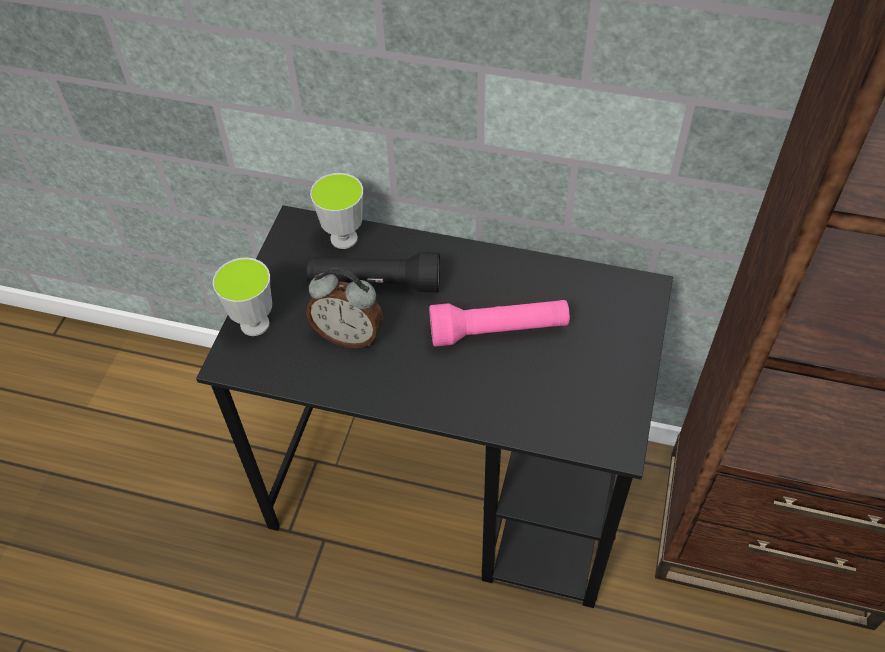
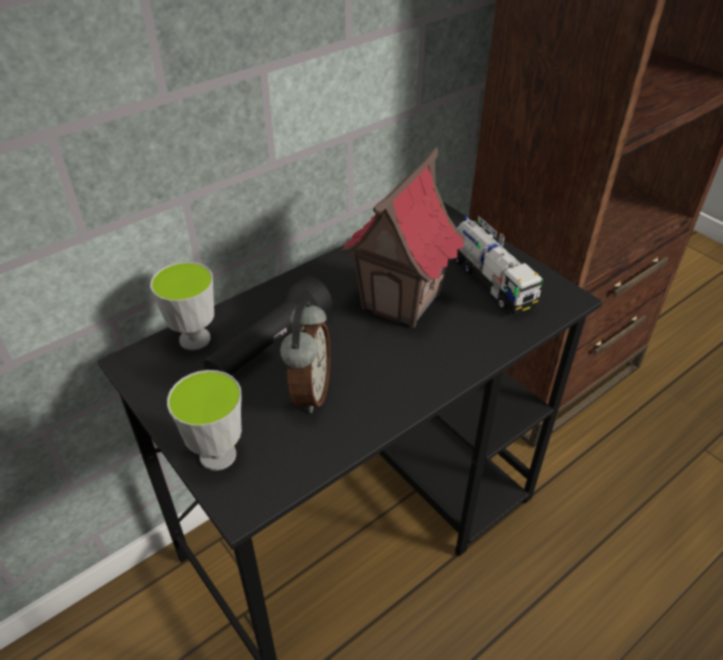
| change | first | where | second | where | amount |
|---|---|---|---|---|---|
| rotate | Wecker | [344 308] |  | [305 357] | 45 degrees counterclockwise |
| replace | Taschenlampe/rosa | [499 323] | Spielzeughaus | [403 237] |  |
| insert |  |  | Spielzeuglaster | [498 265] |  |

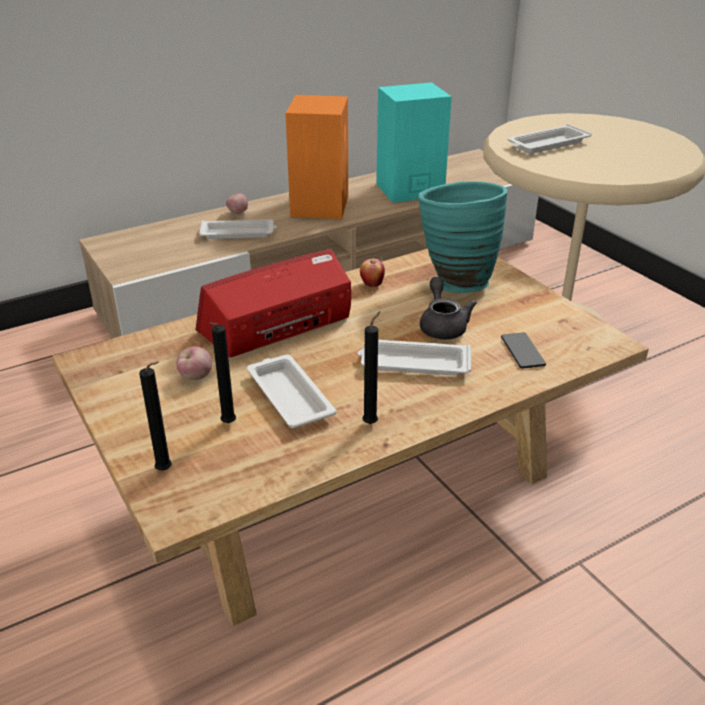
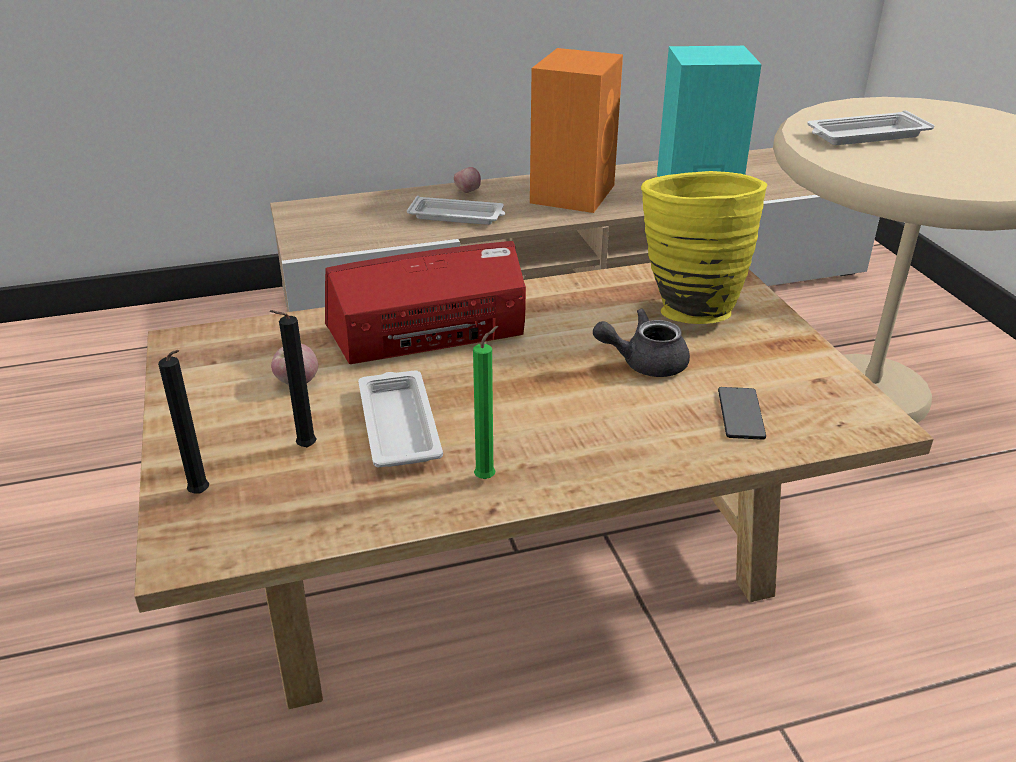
| change | first | where | second | where | amount |
|---|---|---|---|---|---|
| recolor | Kerze/schwarz | [371 367] | Kerze/grün | [485 402] |  |
| rotate | Teekanne/grau | [448 308] |  | [641 343] | 105 degrees counterclockwise |
| recolor | Vase/türkis | [463 237] | Vase/gelb | [704 247] |  |
| delete | Tablett/weiß | [414 358] |  |  |  |
| delete | Apfel | [372 273] |  |  |  |

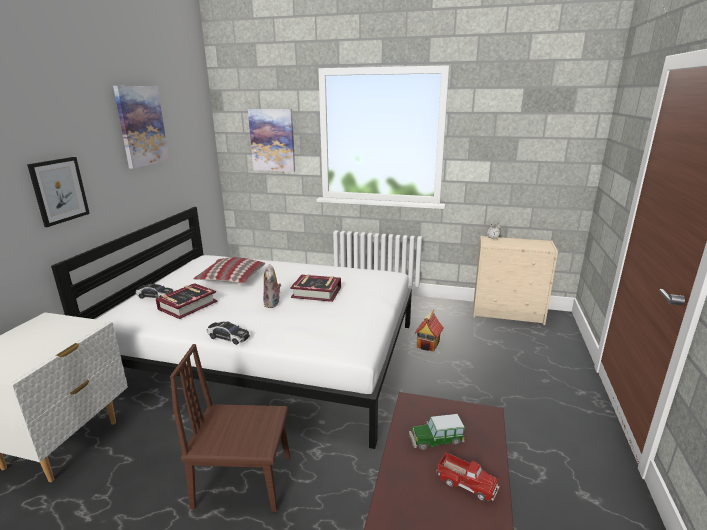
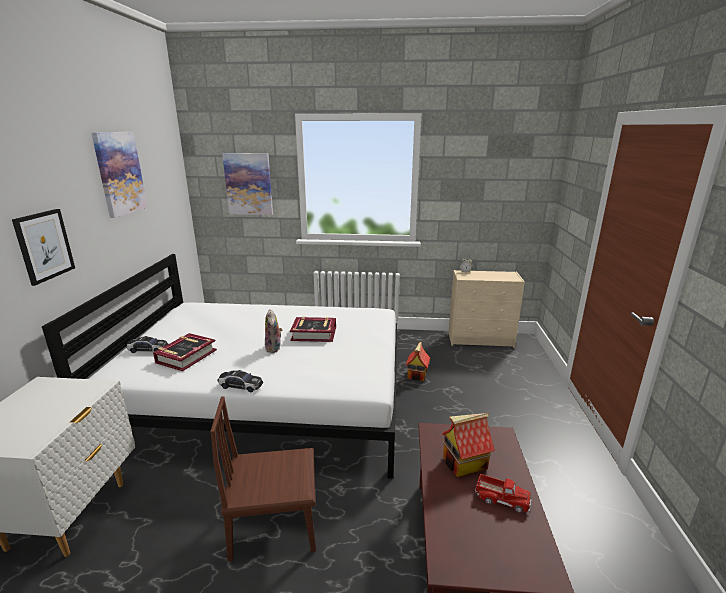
| change | first | where | second | where | amount |
|---|---|---|---|---|---|
| replace | Spielzeugauto | [437 432] | Spielzeughaus | [468 445] |  |
| delete | Kissen | [229 270] |  |  |  |

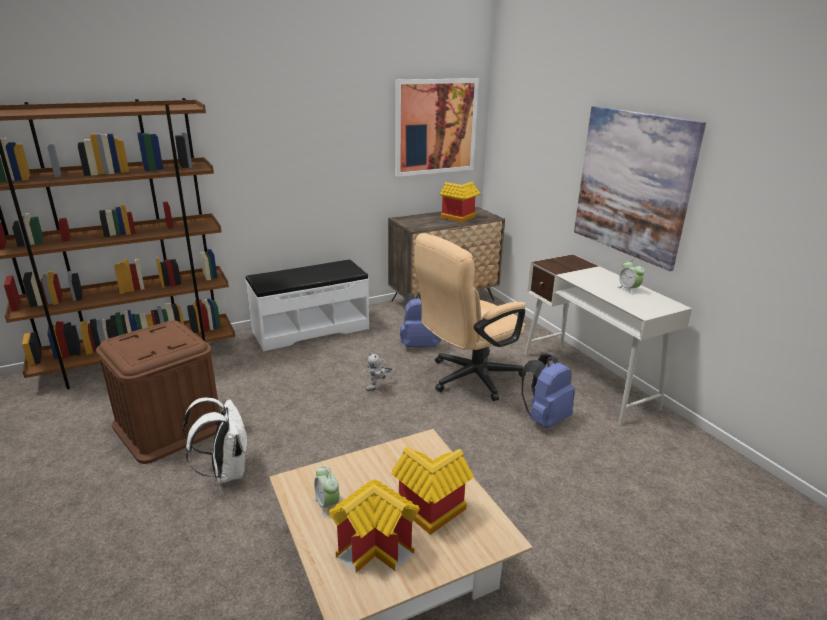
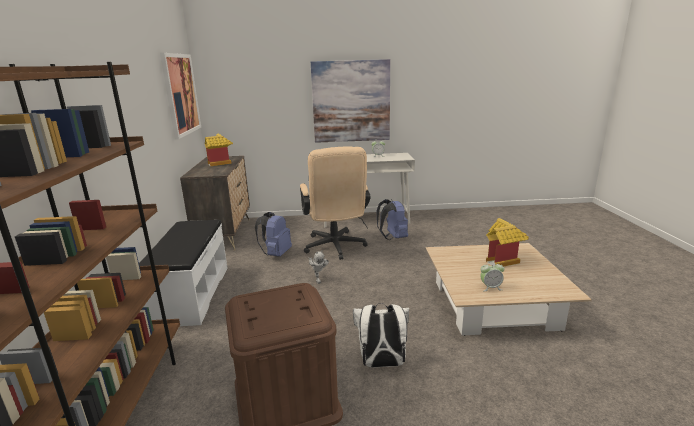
| change | first | where | second | where | amount |
|---|---|---|---|---|---|
| delete | Spielzeughaus | [374 526] |  |  |  |

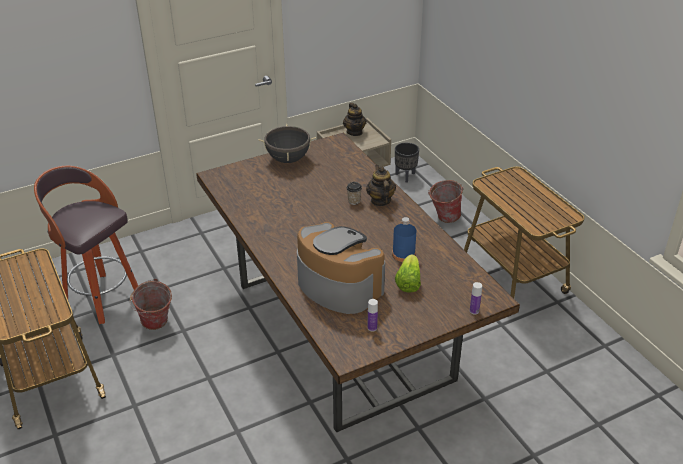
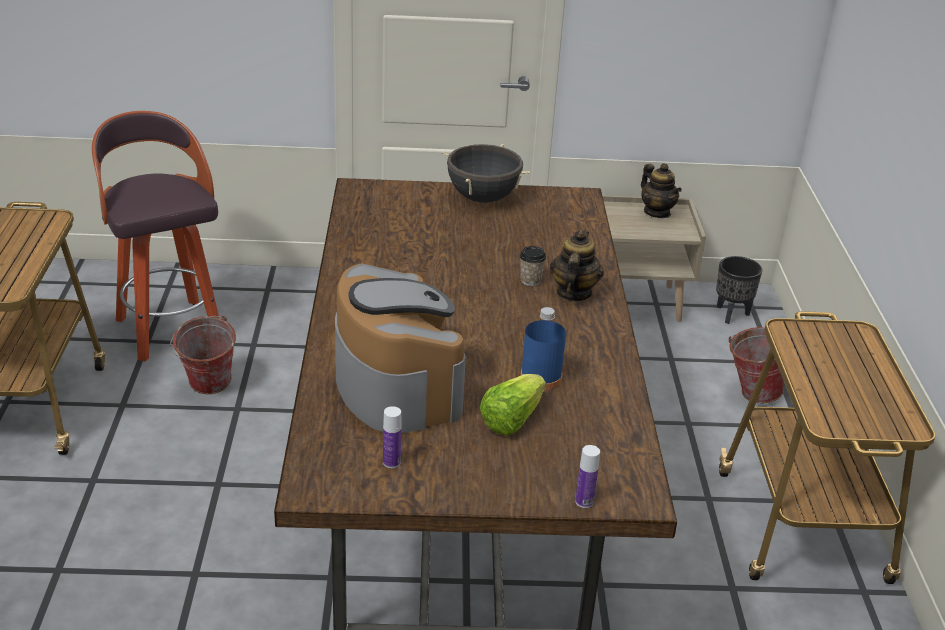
| change | first | where | second | where | amount |
|---|---|---|---|---|---|
| rotate | Teekanne | [355 119] |  | [661 190] | 45 degrees counterclockwise |

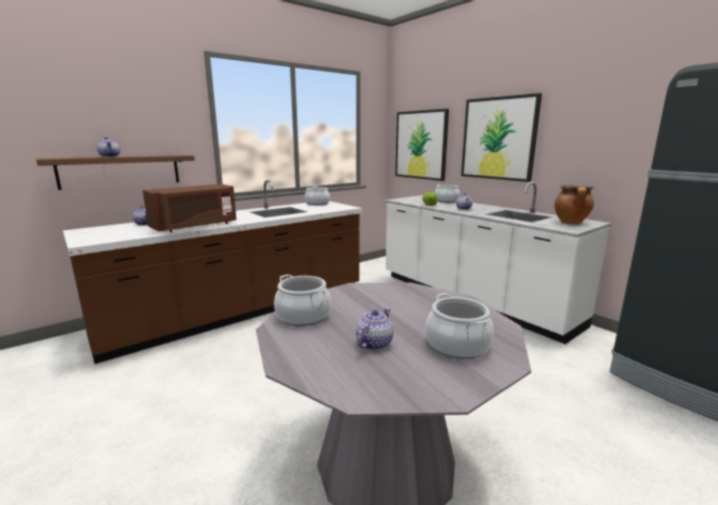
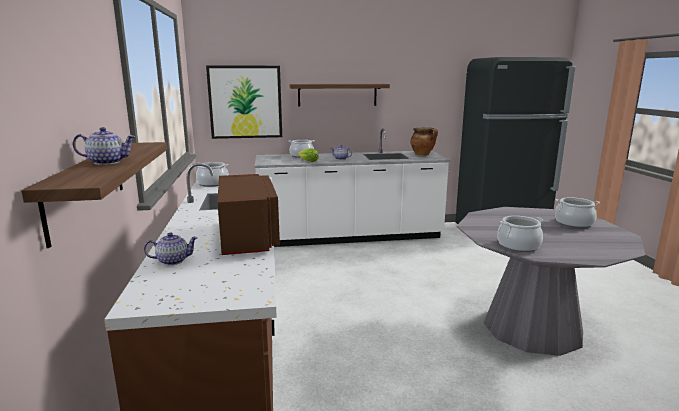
| change | first | where | second | where | amount |
|---|---|---|---|---|---|
| replace | Bild | [501 137] | Wandregal | [340 95] |  |
| delete | Teekanne | [374 329] |  |  |  |

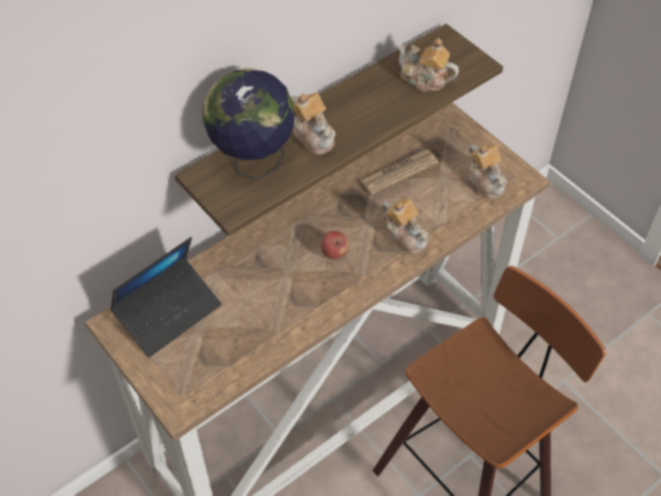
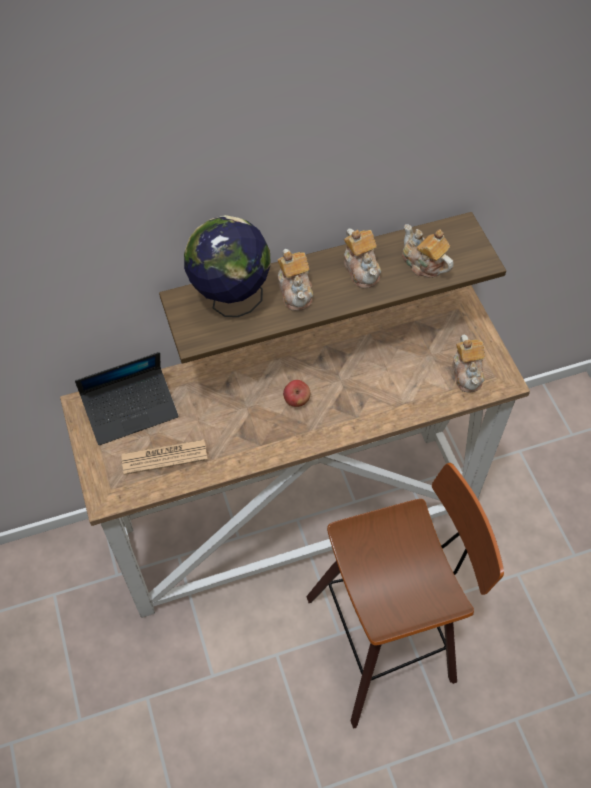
| change | first | where | second | where | amount |
|---|---|---|---|---|---|
| move | Zeitung | [399 172] |  | [164 457] |  |
| move | Teekanne | [406 226] |  | [362 258] |  |

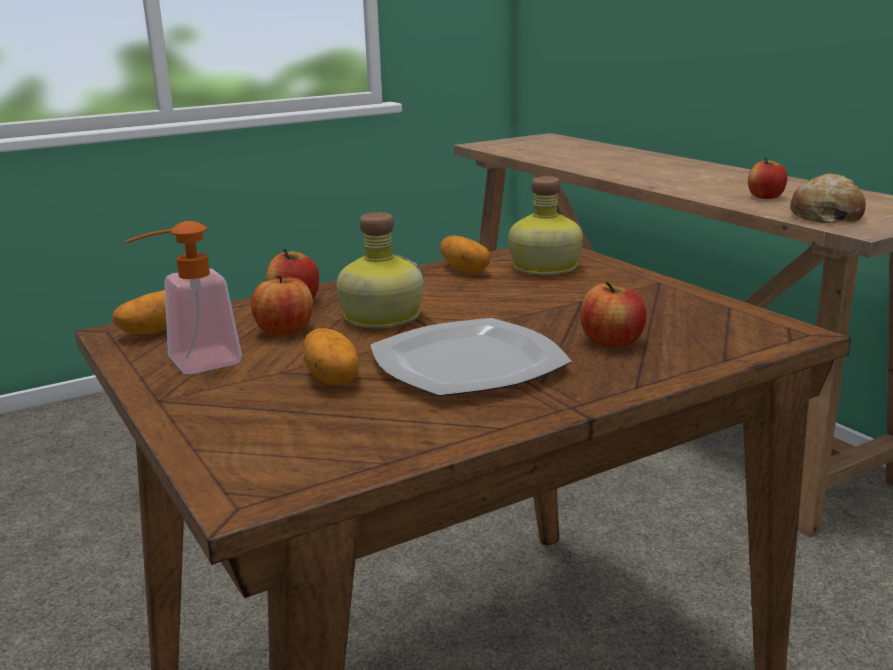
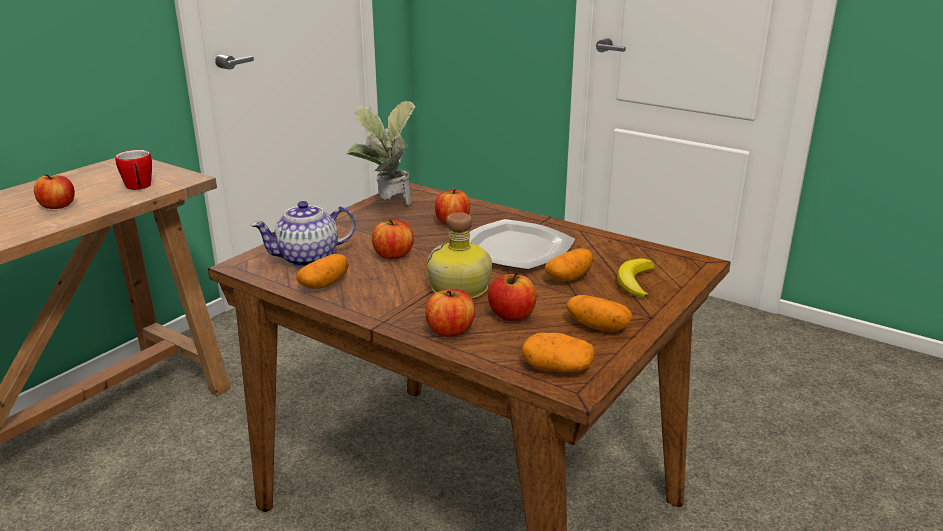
| change | first | where | second | where | amount |
|---|---|---|---|---|---|
| replace | Brot | [828 198] | Henkelbecher | [133 170] |  |
| replace | Flasche | [545 225] | Teekanne | [303 234] |  |
| insert |  |  | Topfpflanze | [380 153] |  |
| insert |  |  | Apfel | [393 239] |  |
| replace | Seifenspender | [183 297] | Kartoffel | [599 313] |  |
| insert |  |  | Banane | [636 278] |  |

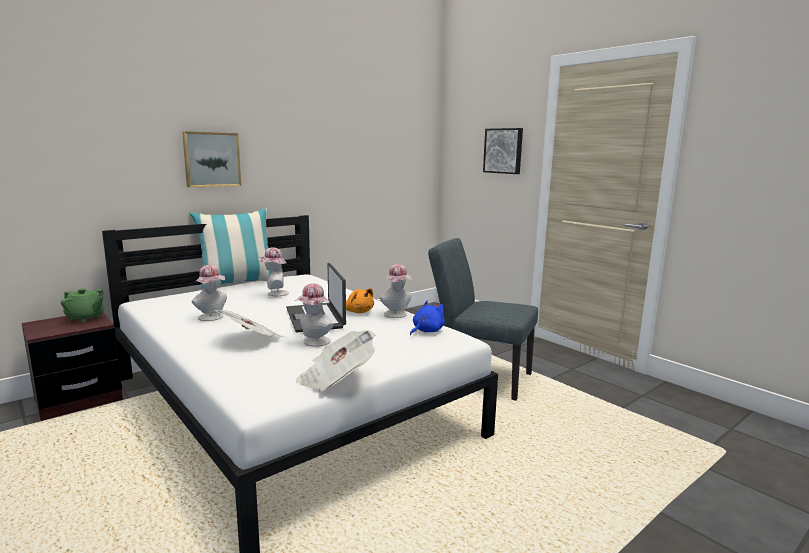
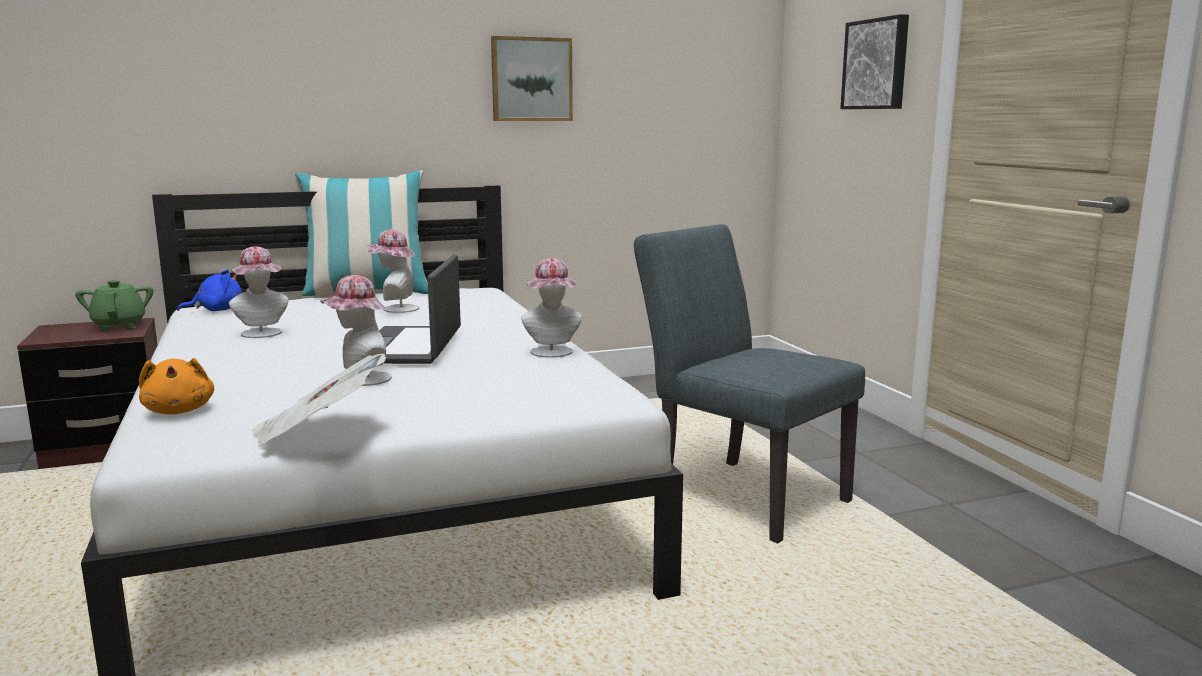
| change | first | where | second | where | amount |
|---|---|---|---|---|---|
| rotate | Teekanne/grün | [82 305] |  | [114 305] | 150 degrees counterclockwise |
| move | Plüschtier/orange | [360 300] |  | [176 386] |  |
| move | Plüschtier/blau | [427 317] |  | [209 290] |  |
| move | Bild | [211 159] |  | [532 78] |  |
| delete | Zeitung | [249 323] |  |  |  |

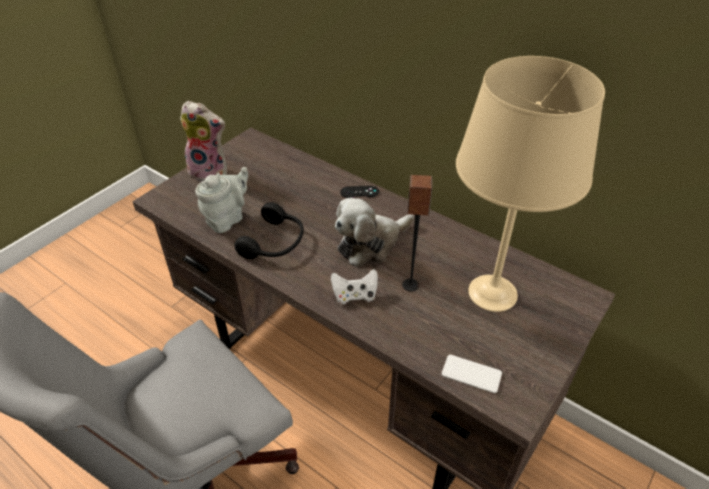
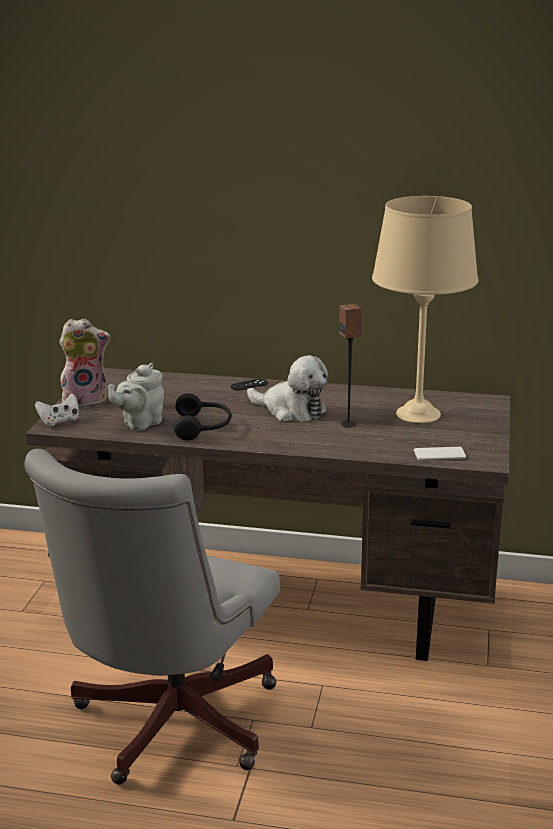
| change | first | where | second | where | amount |
|---|---|---|---|---|---|
| move | Gamepad/weiß | [354 286] |  | [57 409] |  |
| rotate | Teekanne/grau | [221 200] |  | [136 397] | 150 degrees counterclockwise |
| rotate | Plüschtier | [374 232] |  | [287 388] | 90 degrees counterclockwise |

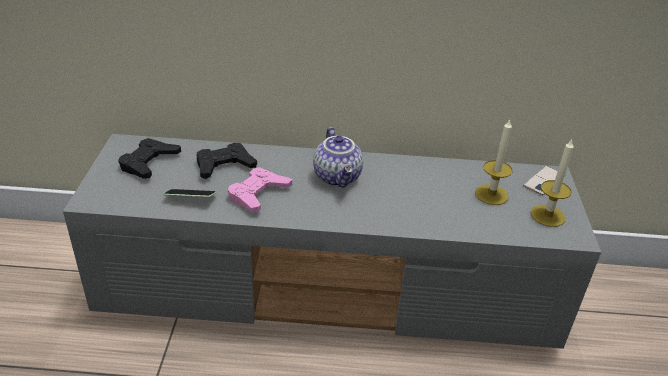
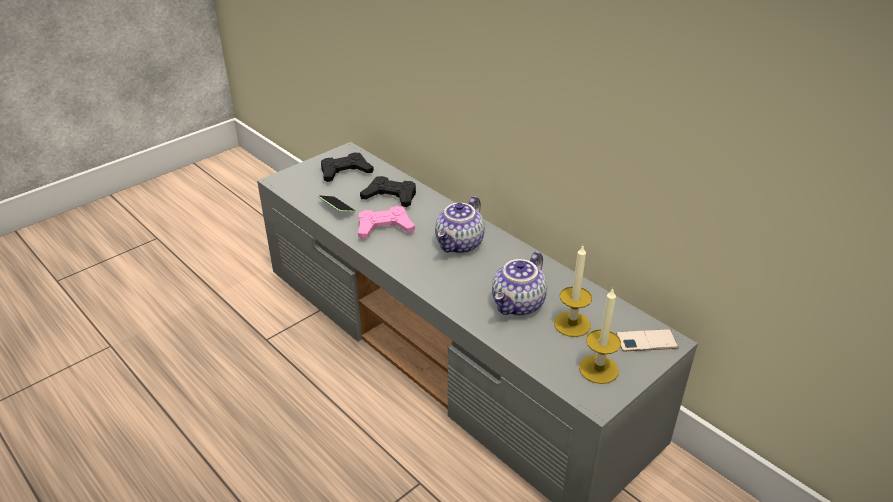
| change | first | where | second | where | amount |
|---|---|---|---|---|---|
| insert |  |  | Teekanne | [519 283] |  |

